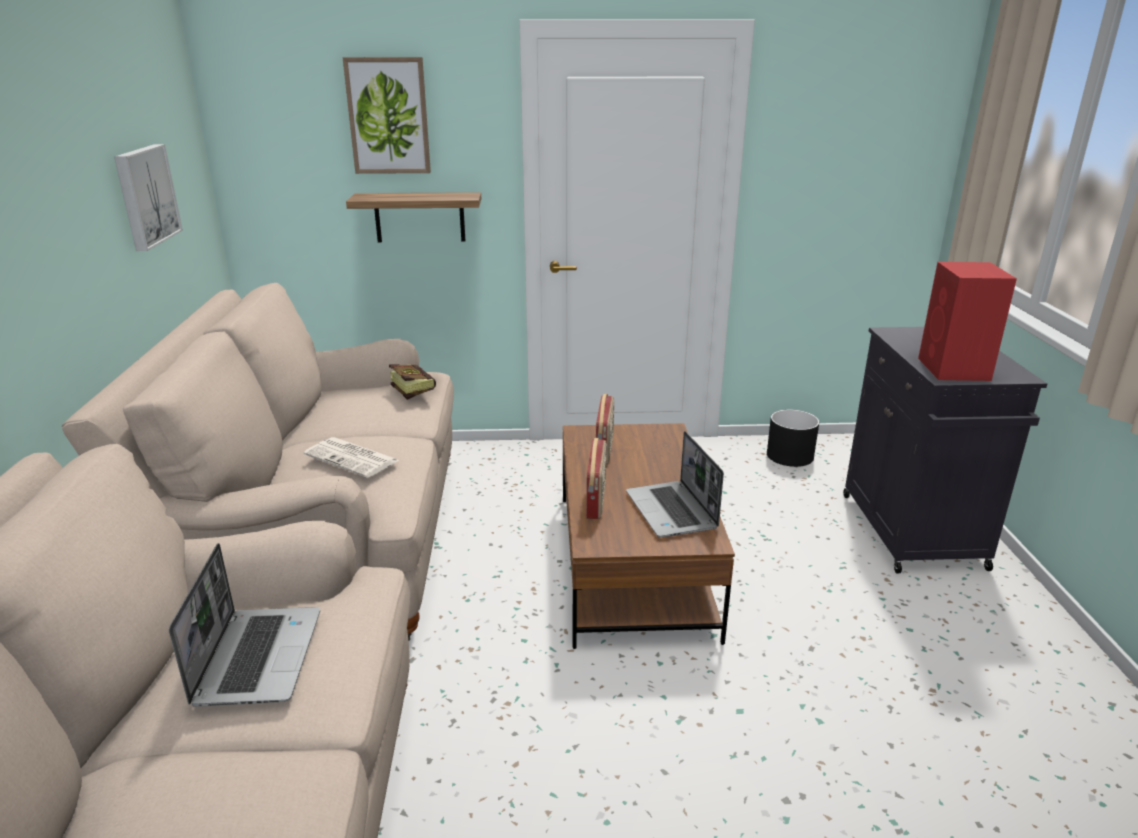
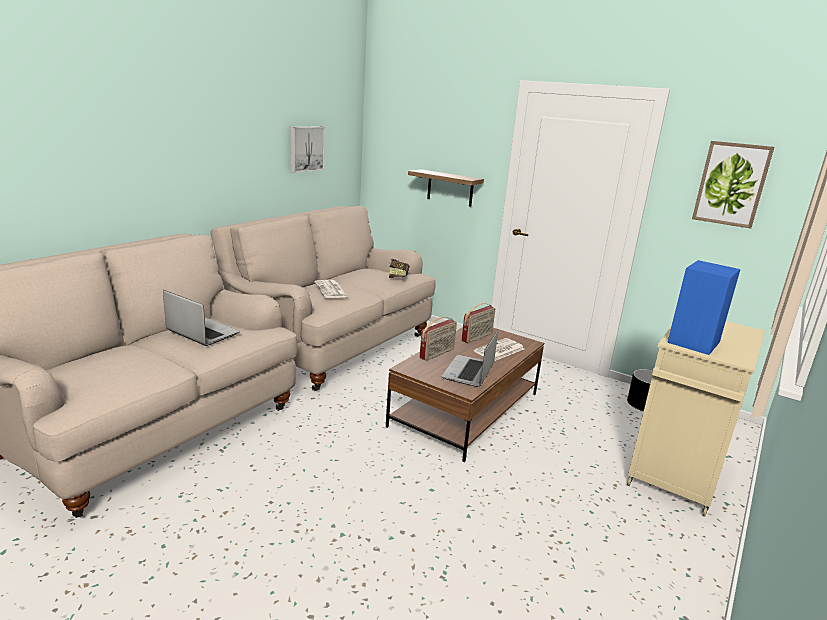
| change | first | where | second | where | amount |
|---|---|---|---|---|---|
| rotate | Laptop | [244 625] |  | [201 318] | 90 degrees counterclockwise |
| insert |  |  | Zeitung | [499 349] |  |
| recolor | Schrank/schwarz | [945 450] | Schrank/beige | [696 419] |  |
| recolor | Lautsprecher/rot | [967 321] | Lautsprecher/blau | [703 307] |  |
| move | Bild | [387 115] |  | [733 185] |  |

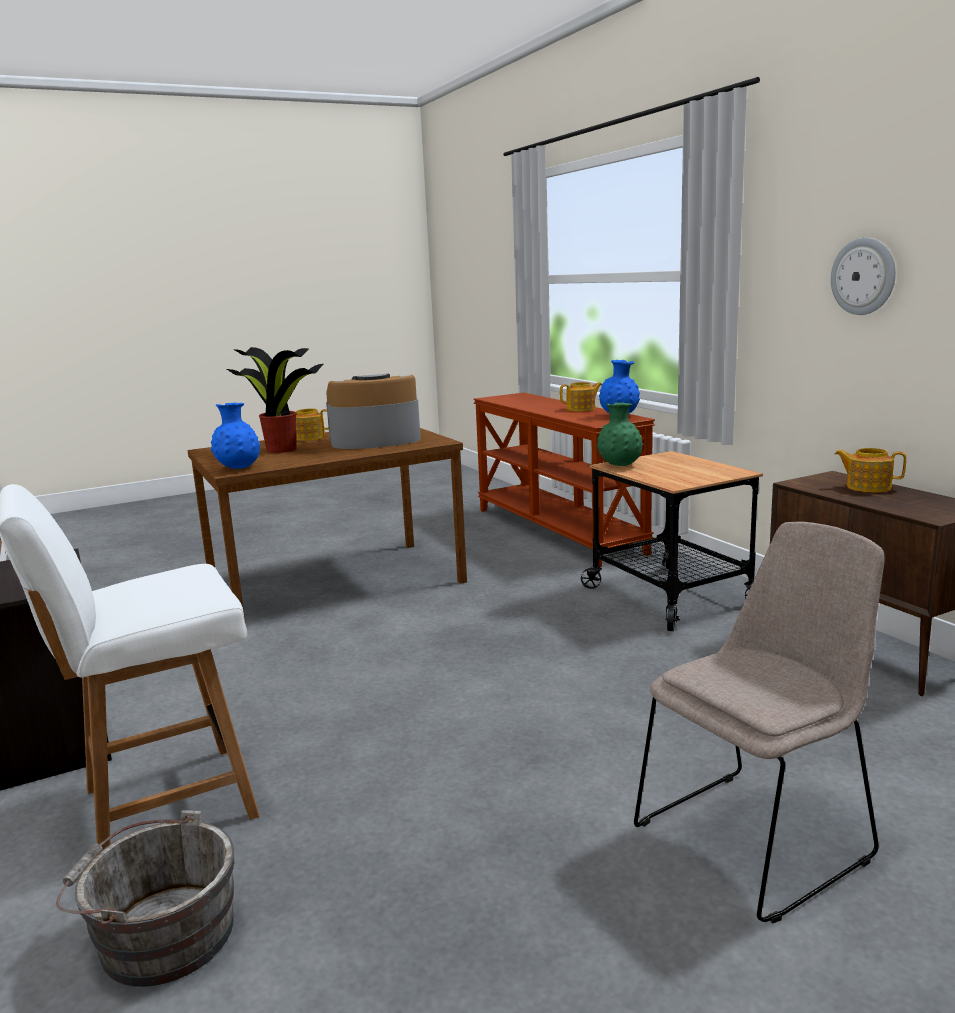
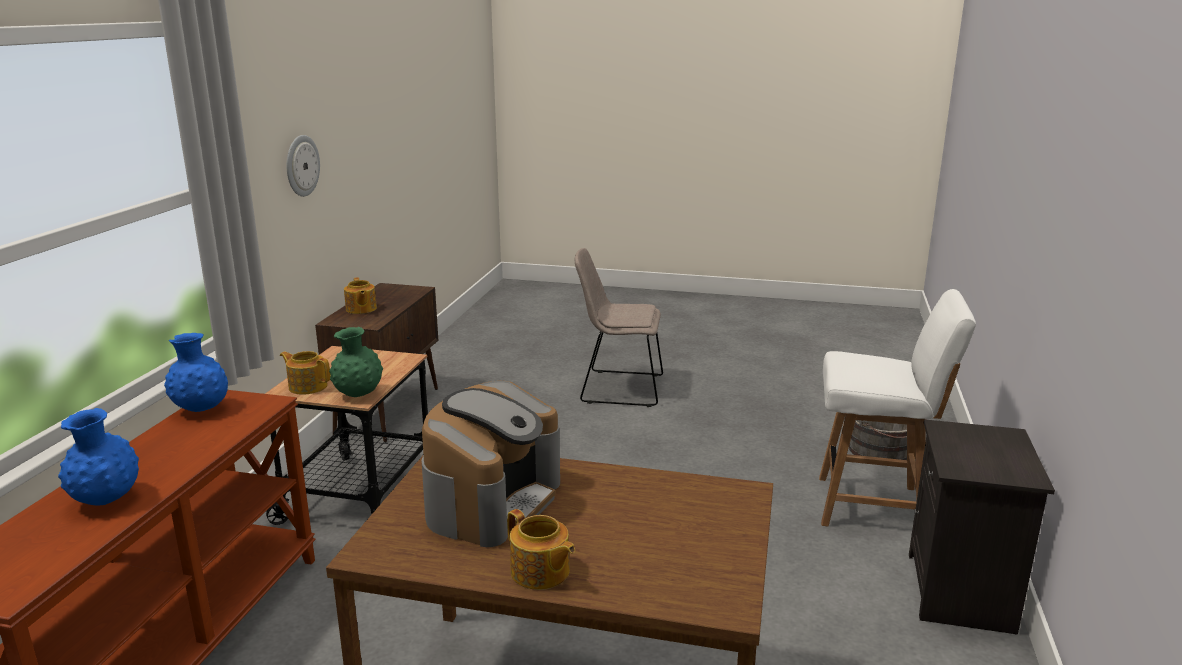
| change | first | where | second | where | amount |
|---|---|---|---|---|---|
| move | Vase/blau | [235 436] |  | [98 456] |  |
| move | Teekanne | [581 397] |  | [305 373] |  |
| rotate | Kaffeemaschine | [373 411] |  | [491 464] | 90 degrees counterclockwise |
| delete | Topfpflanze | [275 400] |  |  |  |

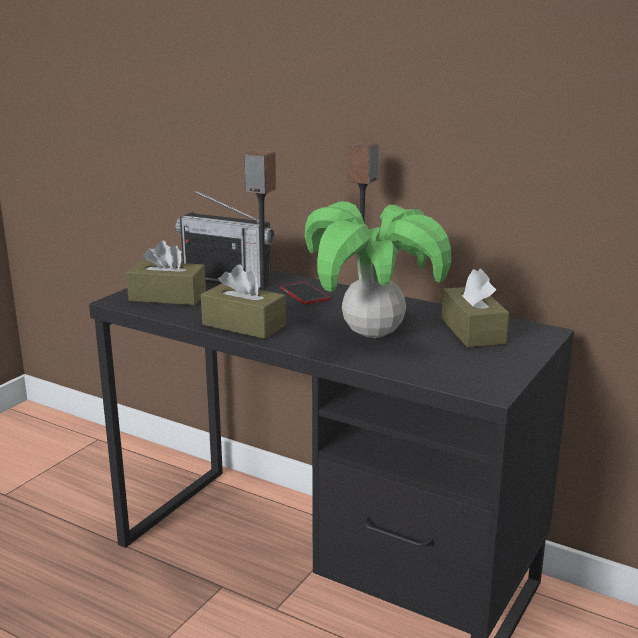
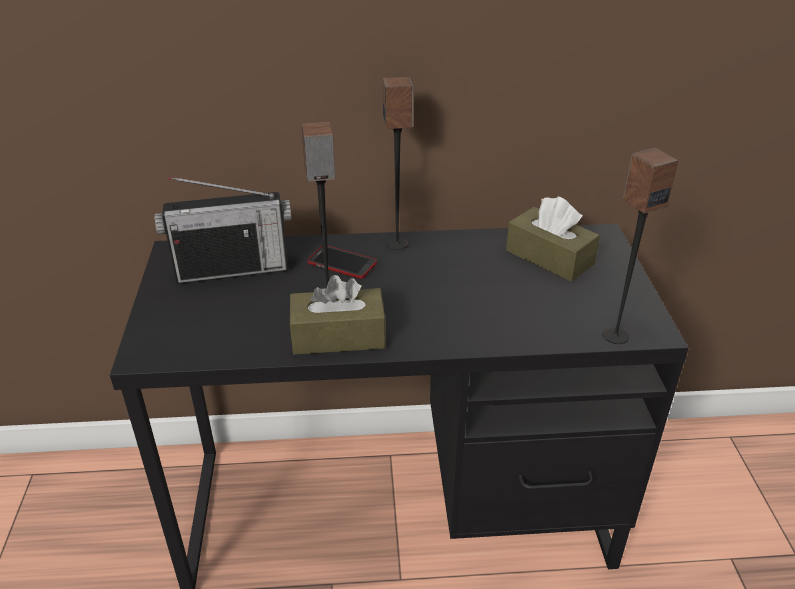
| change | first | where | second | where | amount |
|---|---|---|---|---|---|
| insert |  |  | Lautsprecher | [640 246] |  |
| delete | Taschentuchbox/braun | [166 273] |  |  |  |
| delete | Topfpflanze | [378 269] |  |  |  |

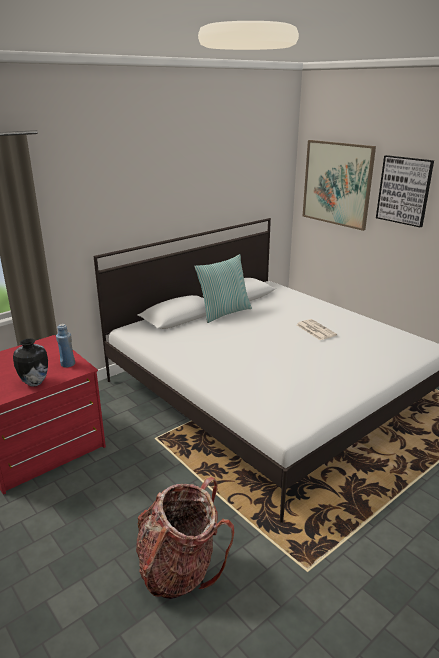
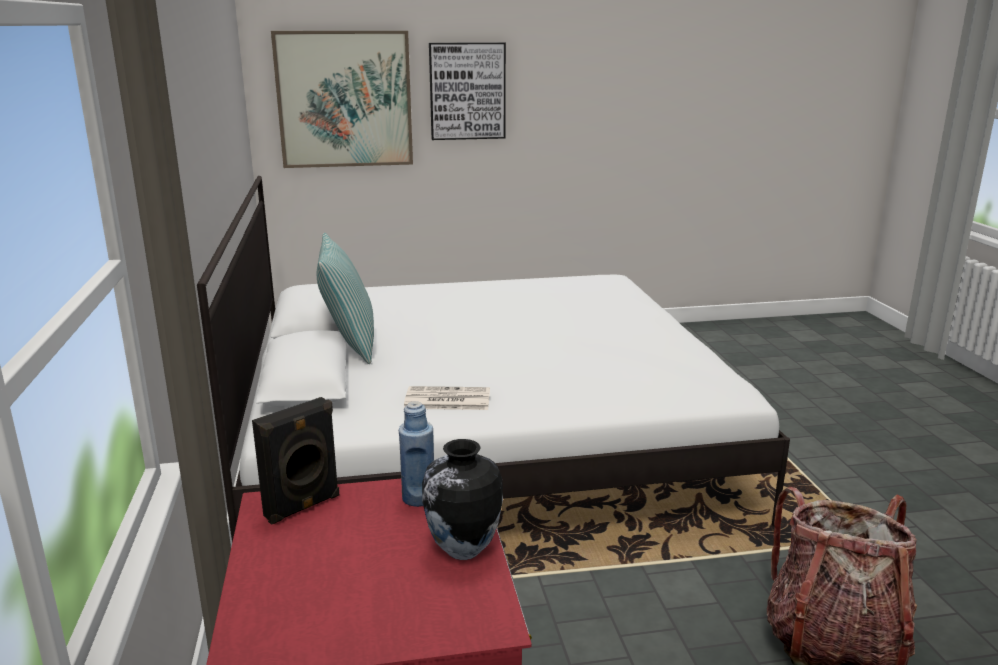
| change | first | where | second | where | amount |
|---|---|---|---|---|---|
| insert |  |  | Lautsprecher/schwarz | [295 461] |  |
| move | Zeitung | [317 329] |  | [447 398] |  |

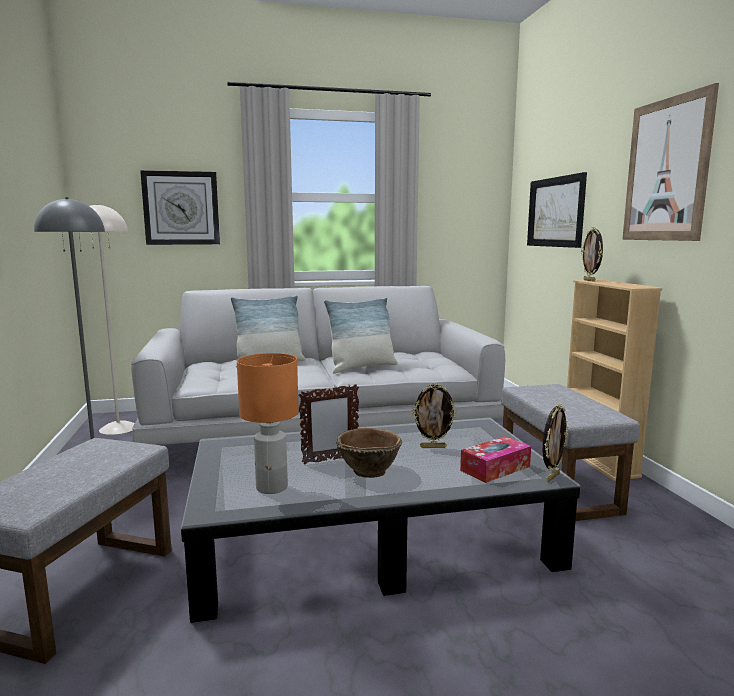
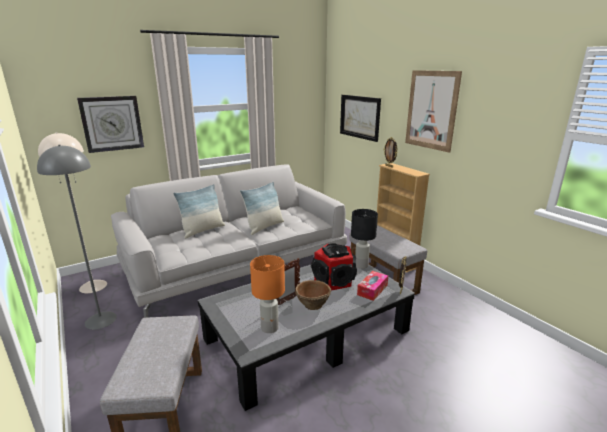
| change | first | where | second | where | amount |
|---|---|---|---|---|---|
| replace | Bilderrahmen | [434 415] | Lautsprecher | [334 267] |  |
| insert |  |  | Tischlampe/schwarz | [364 239] |  |

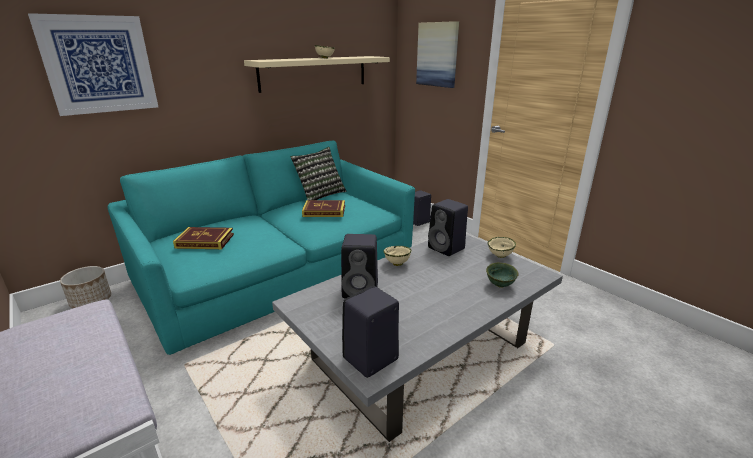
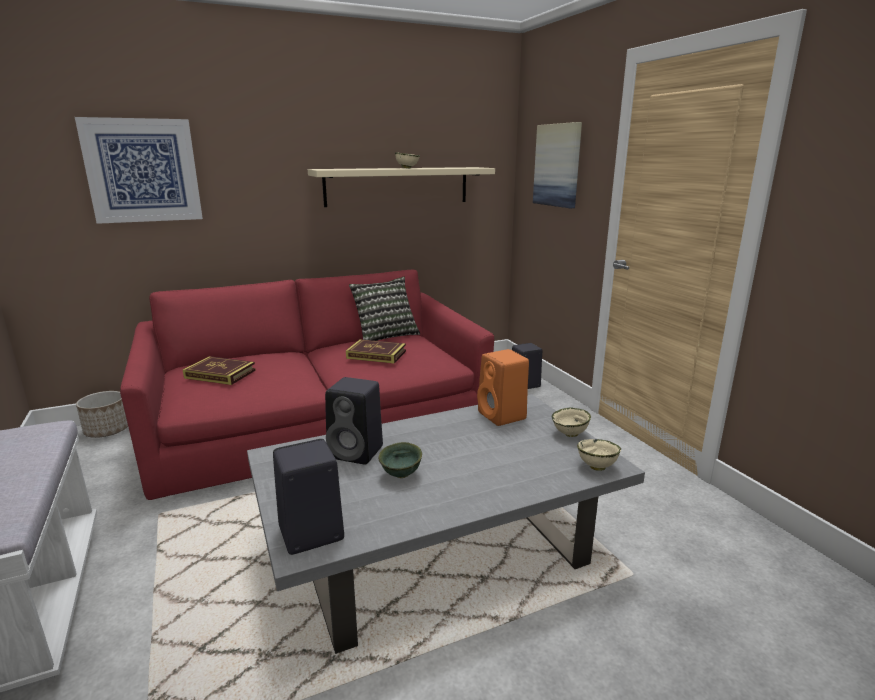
| change | first | where | second | where | amount |
|---|---|---|---|---|---|
| recolor | Sofa/türkis | [261 248] | Sofa/rot | [307 385] |  |
| move | Schüssel/grün | [502 275] |  | [400 460] |  |
| recolor | Lautsprecher/schwarz | [448 227] | Lautsprecher/orange | [503 387] |  |
| move | Schüssel/beige | [397 256] |  | [599 455] |  |

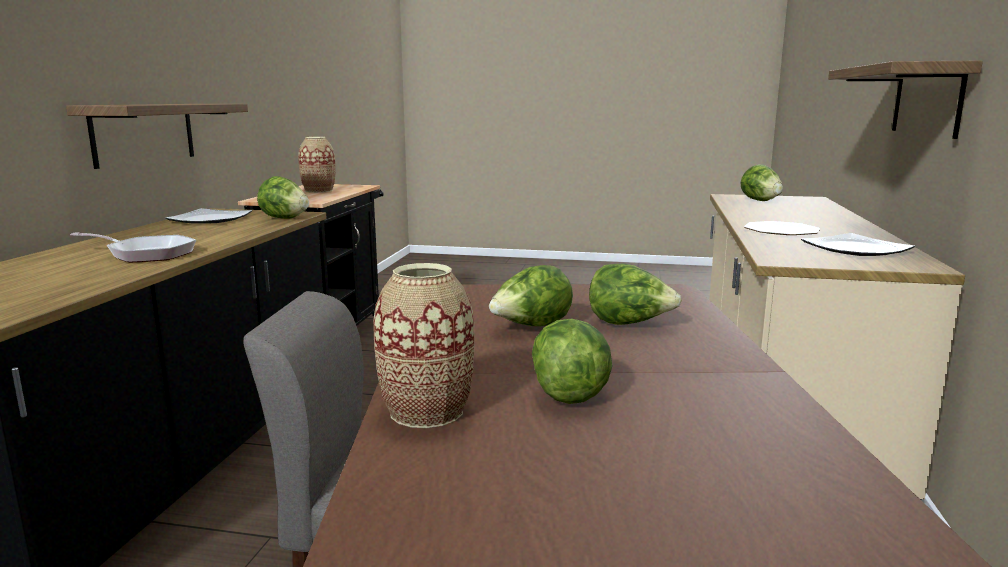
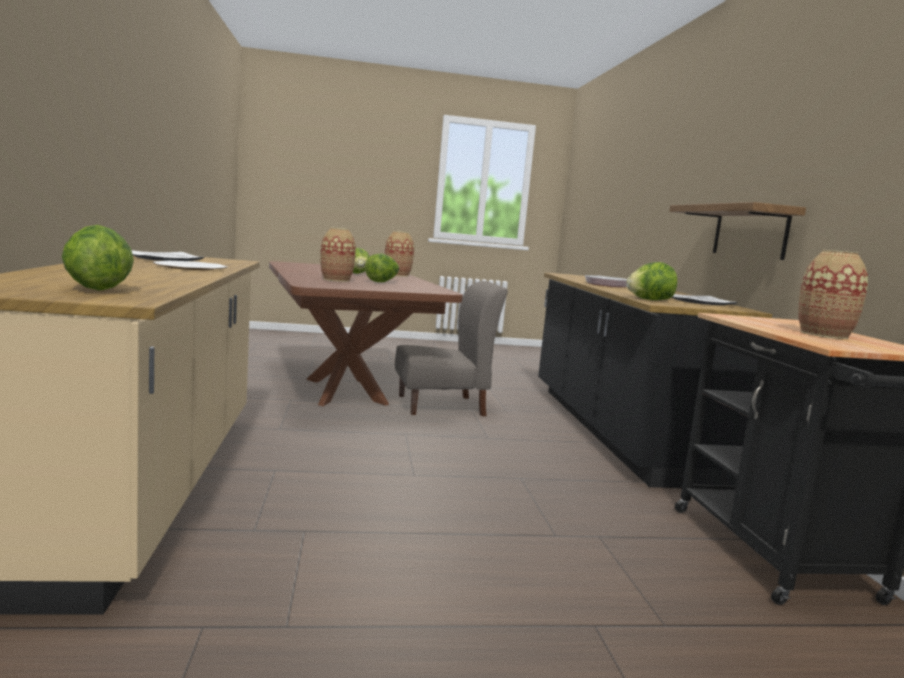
| change | first | where | second | where | amount |
|---|---|---|---|---|---|
| replace | Salatkopf | [635 294] | Vase | [338 255] |  |
| delete | Wandregal | [905 100] |  |  |  |

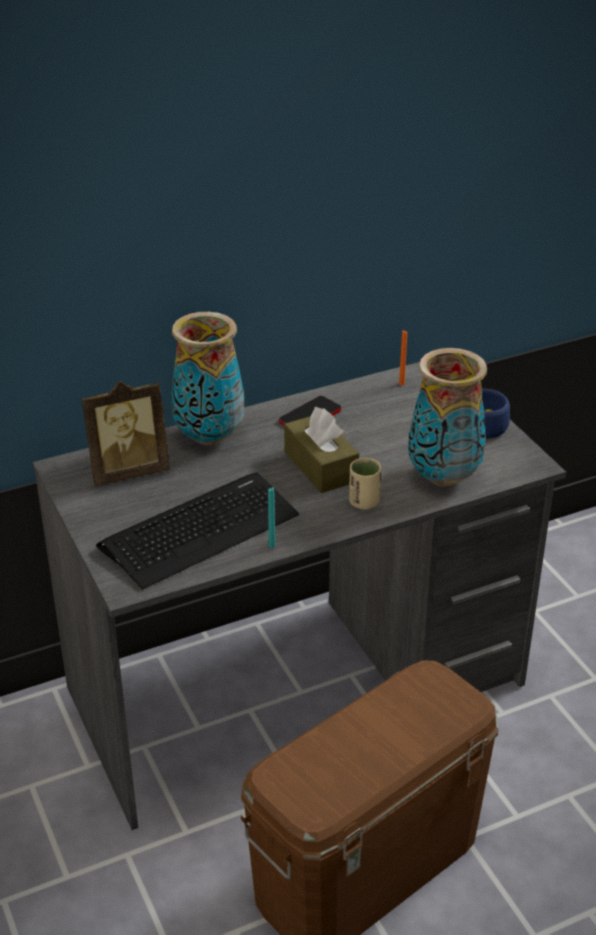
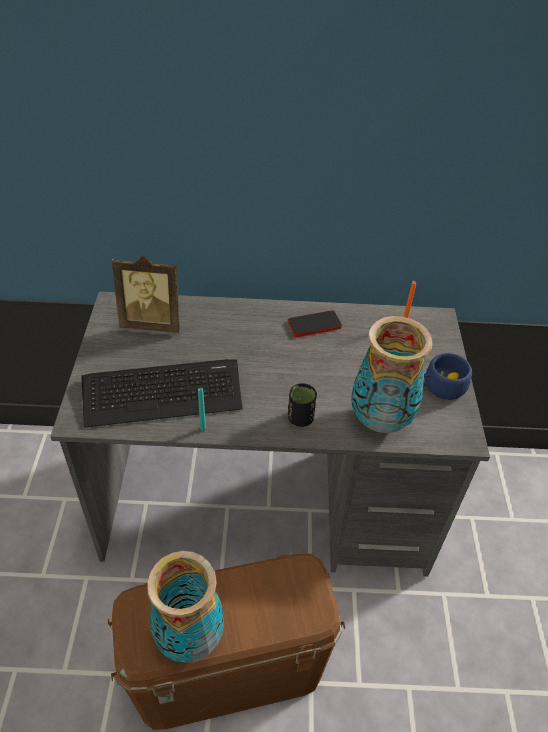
| change | first | where | second | where | amount |
|---|---|---|---|---|---|
| move | Vase | [207 378] |  | [185 607] |  |
| recolor | Tasse/beige | [365 483] | Tasse/schwarz | [302 405] |  |
| delete | Taschentuchbox/braun | [321 450] |  |  |  |

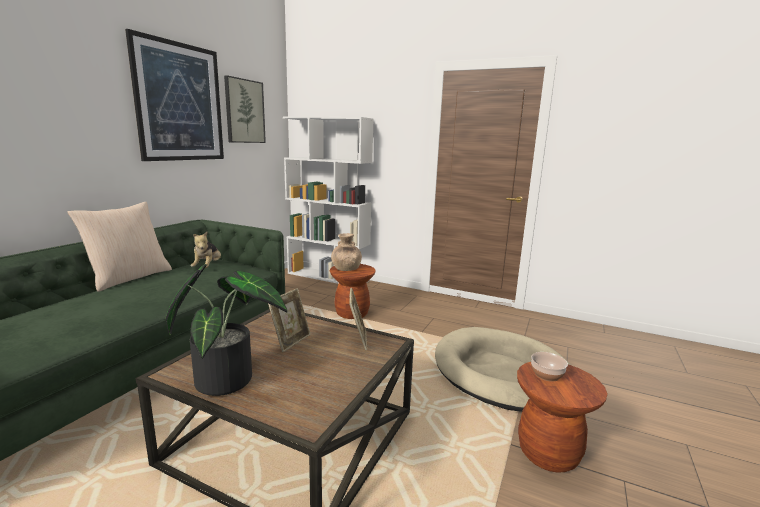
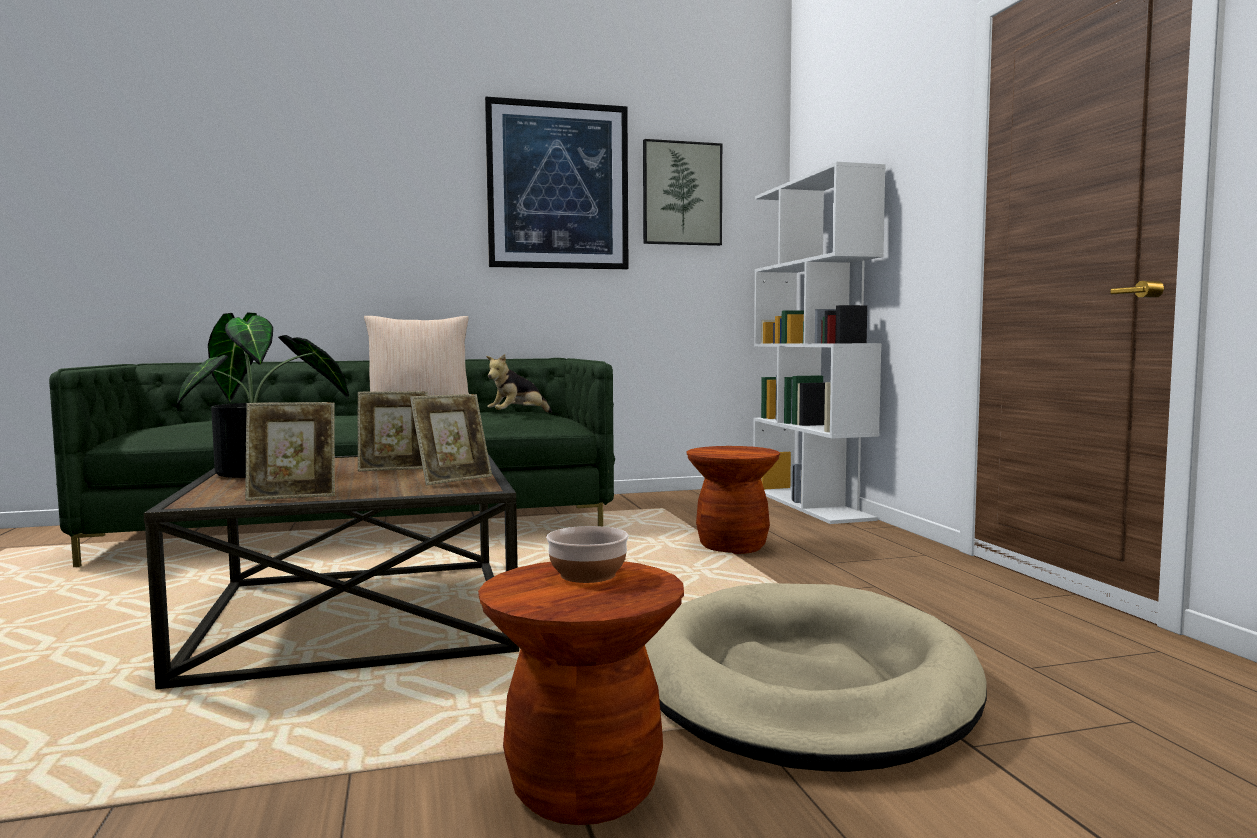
| change | first | where | second | where | amount |
|---|---|---|---|---|---|
| insert |  |  | Bilderrahmen | [290 451] |  |
| delete | Vase/braun | [346 252] |  |  |  |

